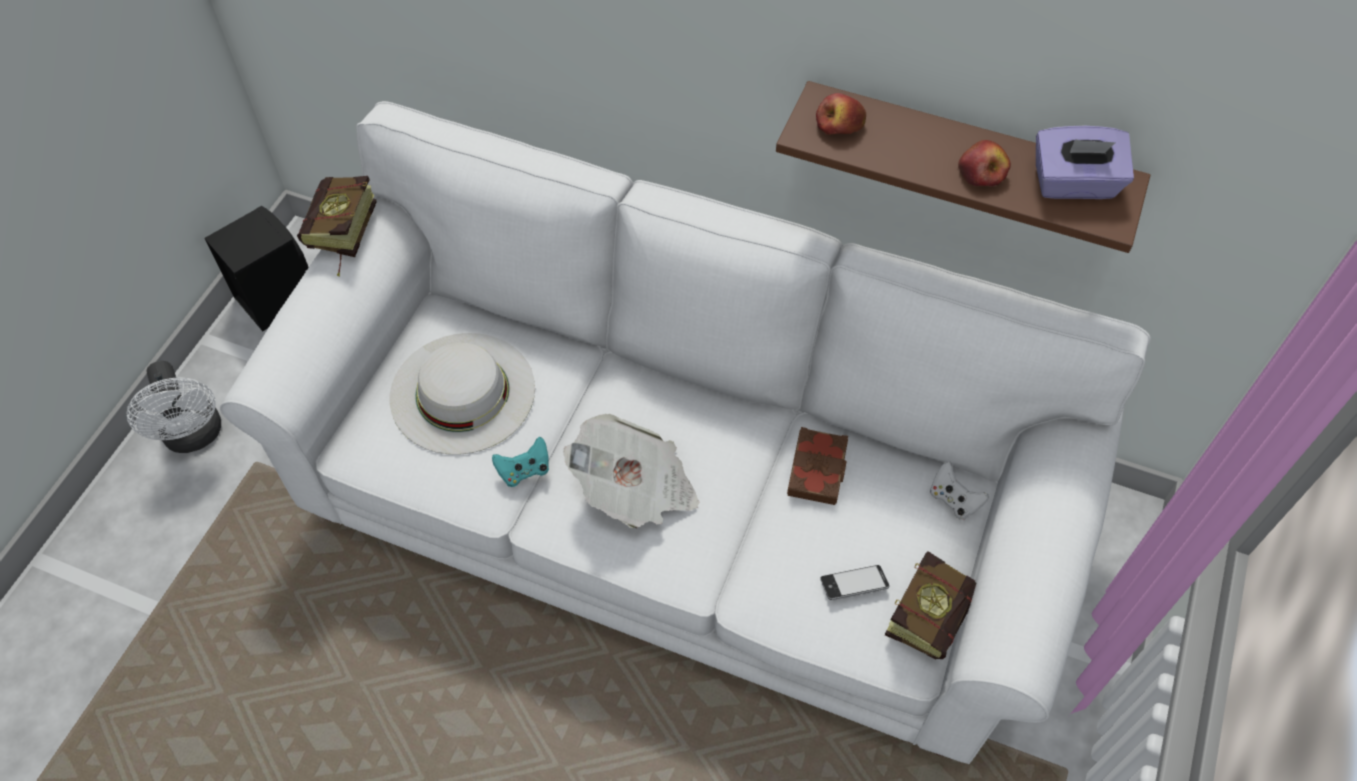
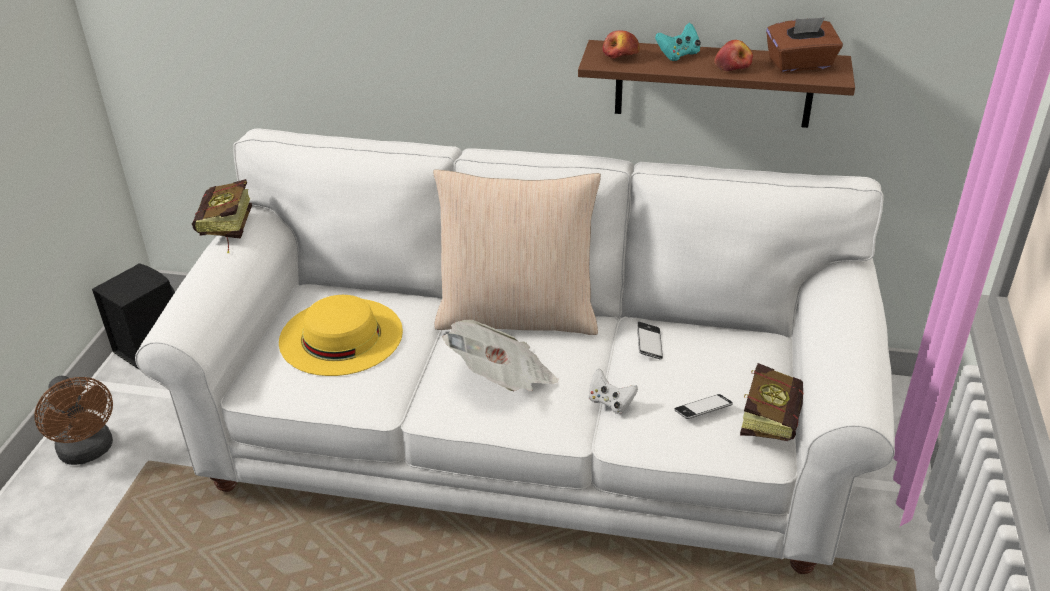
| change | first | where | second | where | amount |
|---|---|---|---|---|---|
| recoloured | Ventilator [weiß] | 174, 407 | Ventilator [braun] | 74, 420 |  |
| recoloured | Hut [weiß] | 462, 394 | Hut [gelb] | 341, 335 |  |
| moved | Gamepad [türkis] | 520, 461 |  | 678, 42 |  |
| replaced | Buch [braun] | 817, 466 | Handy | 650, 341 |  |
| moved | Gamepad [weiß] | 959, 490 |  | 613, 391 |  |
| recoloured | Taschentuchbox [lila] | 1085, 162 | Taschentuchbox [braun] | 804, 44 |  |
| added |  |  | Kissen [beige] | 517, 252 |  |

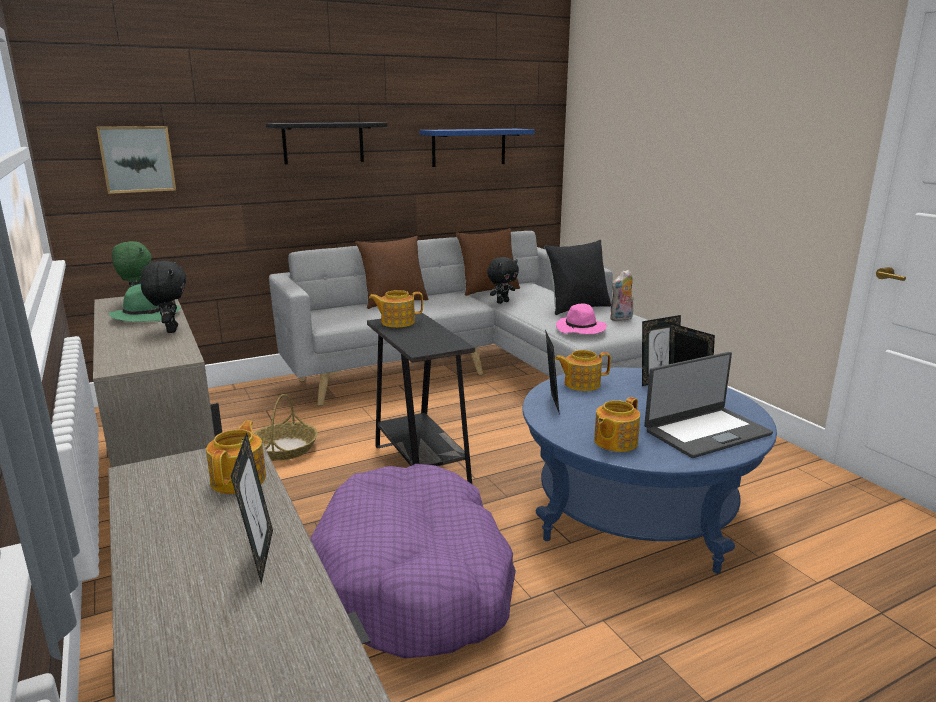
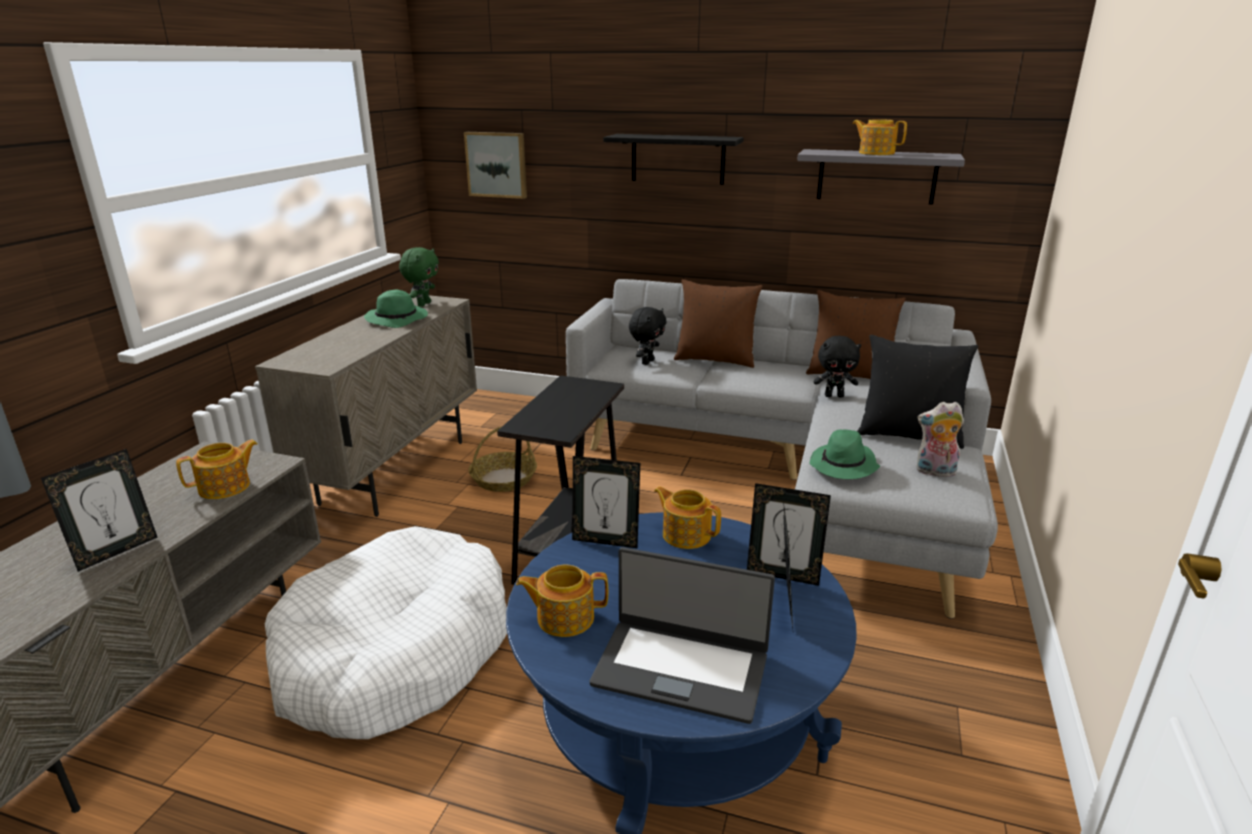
| change | first | where | second | where | amount |
|---|---|---|---|---|---|
| moved | Plüschtier [schwarz] | 164, 297 |  | 648, 336 |  |
| recoloured | Hundebett [lila] | 413, 561 | Hundebett [weiß] | 386, 632 |  |
| moved | Teekanne | 396, 308 |  | 879, 137 |  |
| recoloured | Wandregal [blau] | 477, 148 | Wandregal [grau] | 881, 177 |  |
| turned | Bilderrahmen | 552, 372 |  | 606, 502 | 60 degrees clockwise |
| recoloured | Hut [rosa] | 581, 319 | Hut [grün] | 845, 454 |  |

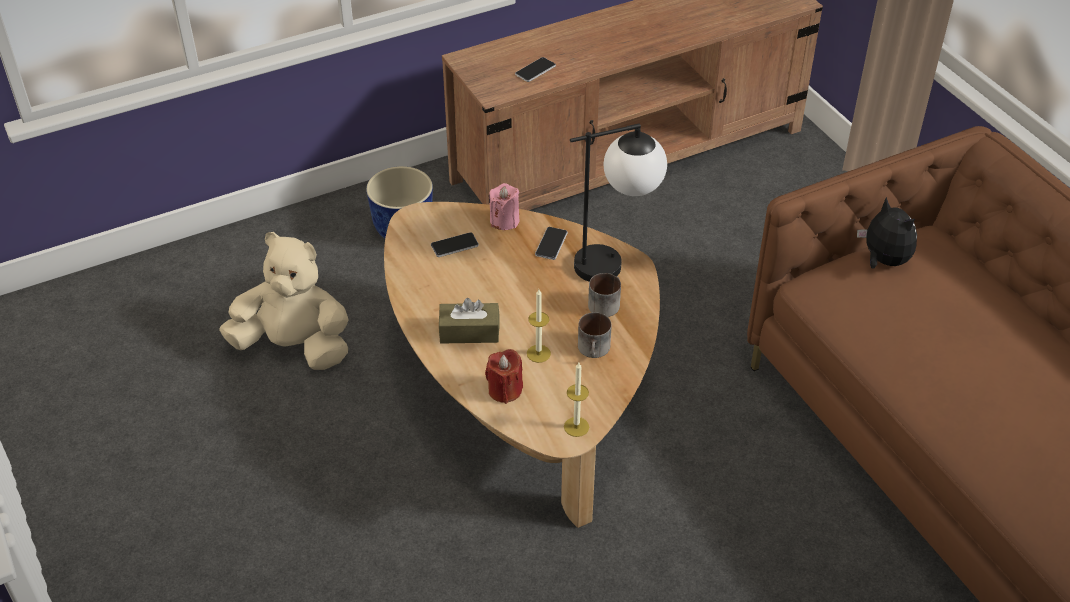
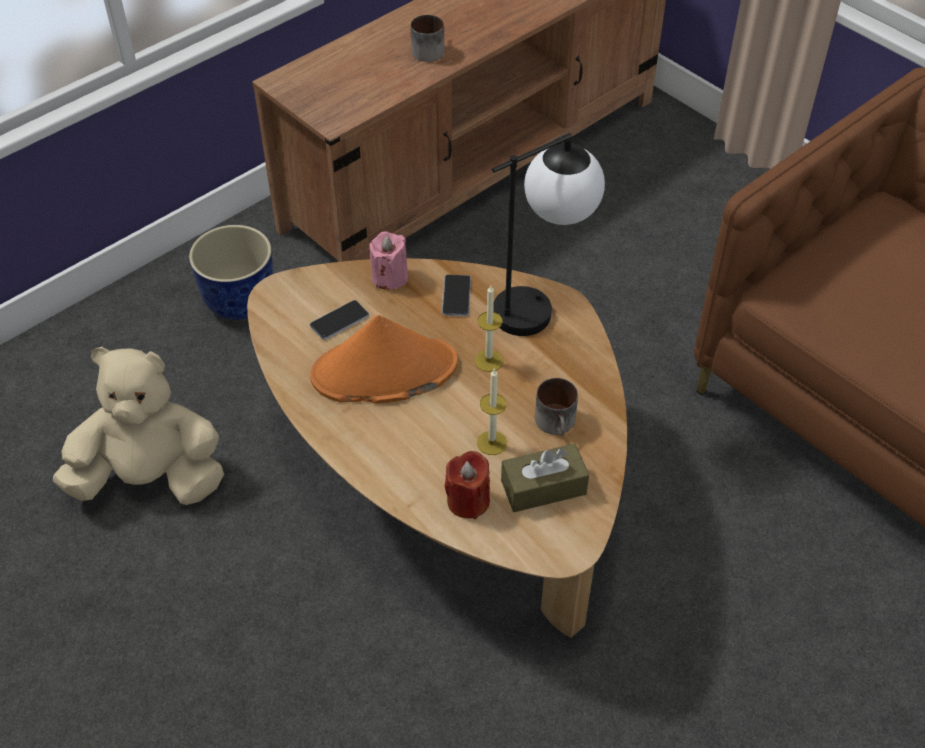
| change | first | where | second | where | amount |
|---|---|---|---|---|---|
| moved | Taschentuchbox [braun] | 469, 321 |  | 545, 478 |  |
| removed | Handy | 535, 69 |  |  |  |
| moved | Kerze | 576, 400 |  | 489, 328 |  |
| moved | Henkelbecher | 604, 295 |  | 427, 38 |  |
| removed | Plüschtier | 887, 233 |  |  |  |
| added |  |  | Hut [orange] | 384, 359 |  |

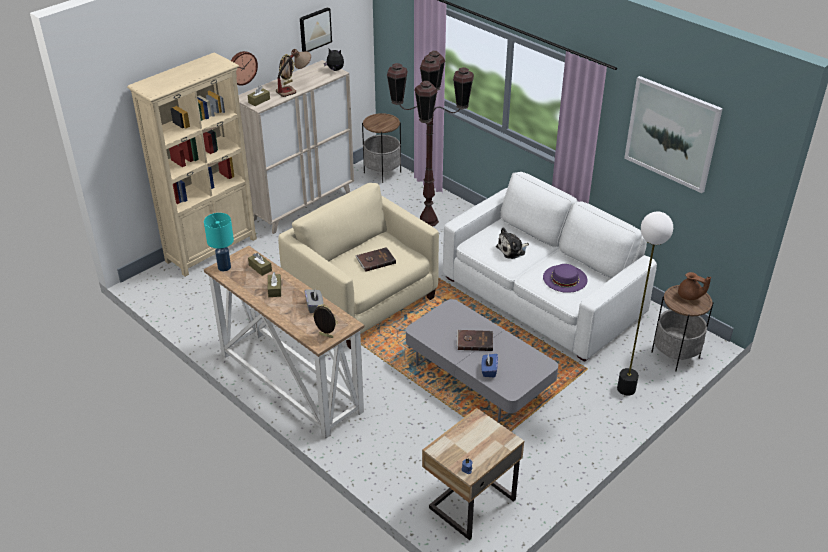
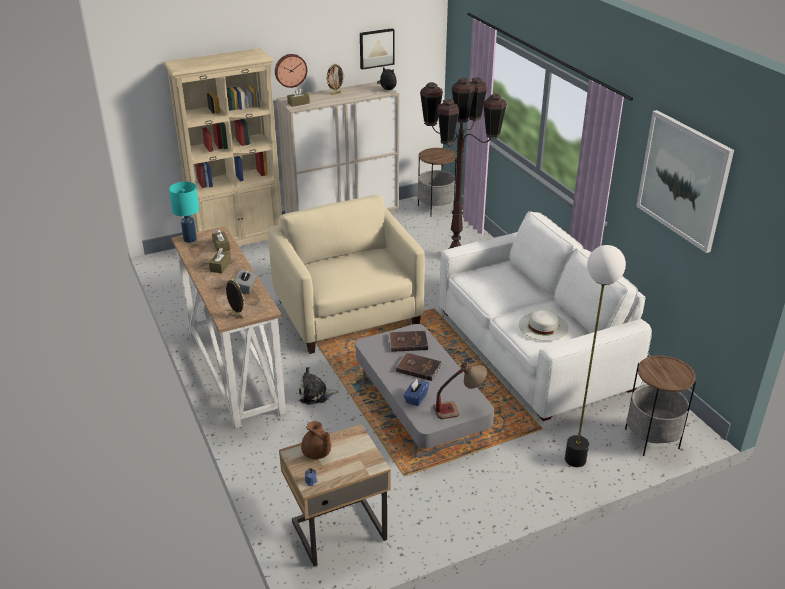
| change | first | where | second | where | amount |
|---|---|---|---|---|---|
| moved | Tischlampe | 293, 73 |  | 460, 390 |  |
| moved | Buch [braun] | 375, 259 |  | 408, 341 |  |
| moved | Plüschtier | 512, 243 |  | 319, 386 |  |
| recoloured | Hut [lila] | 565, 278 | Hut [weiß] | 544, 325 |  |
| moved | Teekanne [braun] | 694, 286 |  | 316, 440 |  |

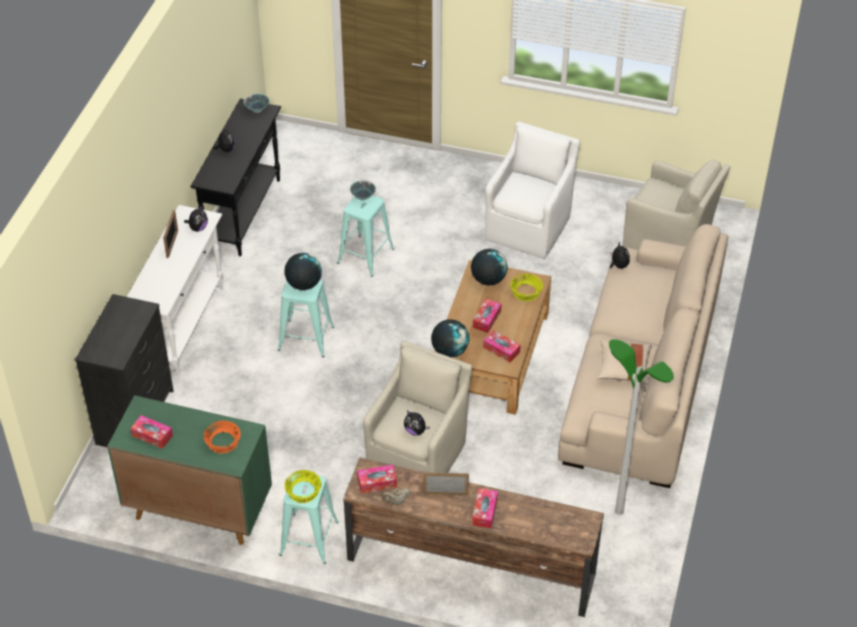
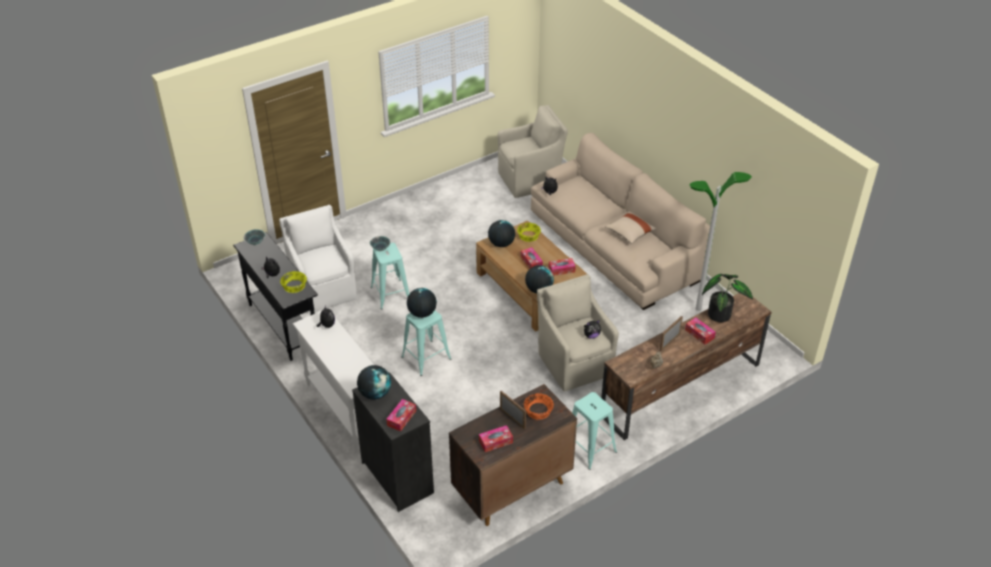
| change | first | where | second | where | amount |
|---|---|---|---|---|---|
| recoloured | Schrank [grün] | 189, 470 | Schrank [braun] | 513, 455 |  |
| moved | Bilderrahmen | 170, 234 |  | 513, 410 |  |
| moved | Schüssel [gelb] | 302, 486 |  | 293, 282 |  |
| moved | Taschentuchbox | 377, 479 |  | 401, 415 |  |
| moved | Sessel [weiß] | 532, 190 |  | 318, 259 |  |
| added |  |  | Globus | 374, 382 |  |
| added |  |  | Topfpflanze | 727, 298 |  |

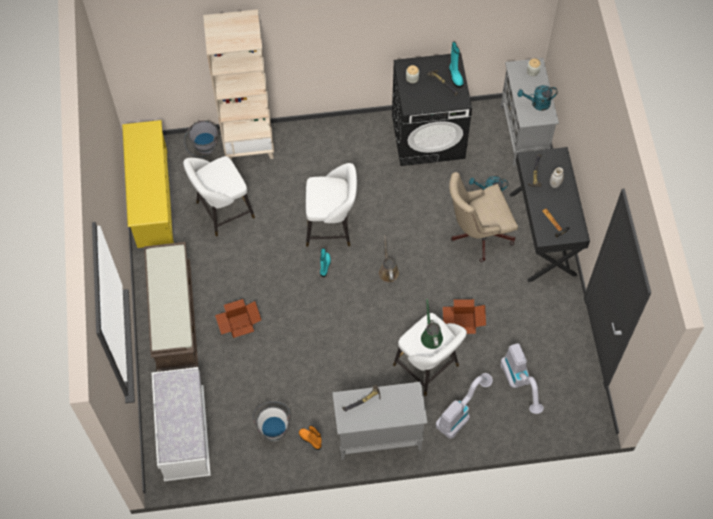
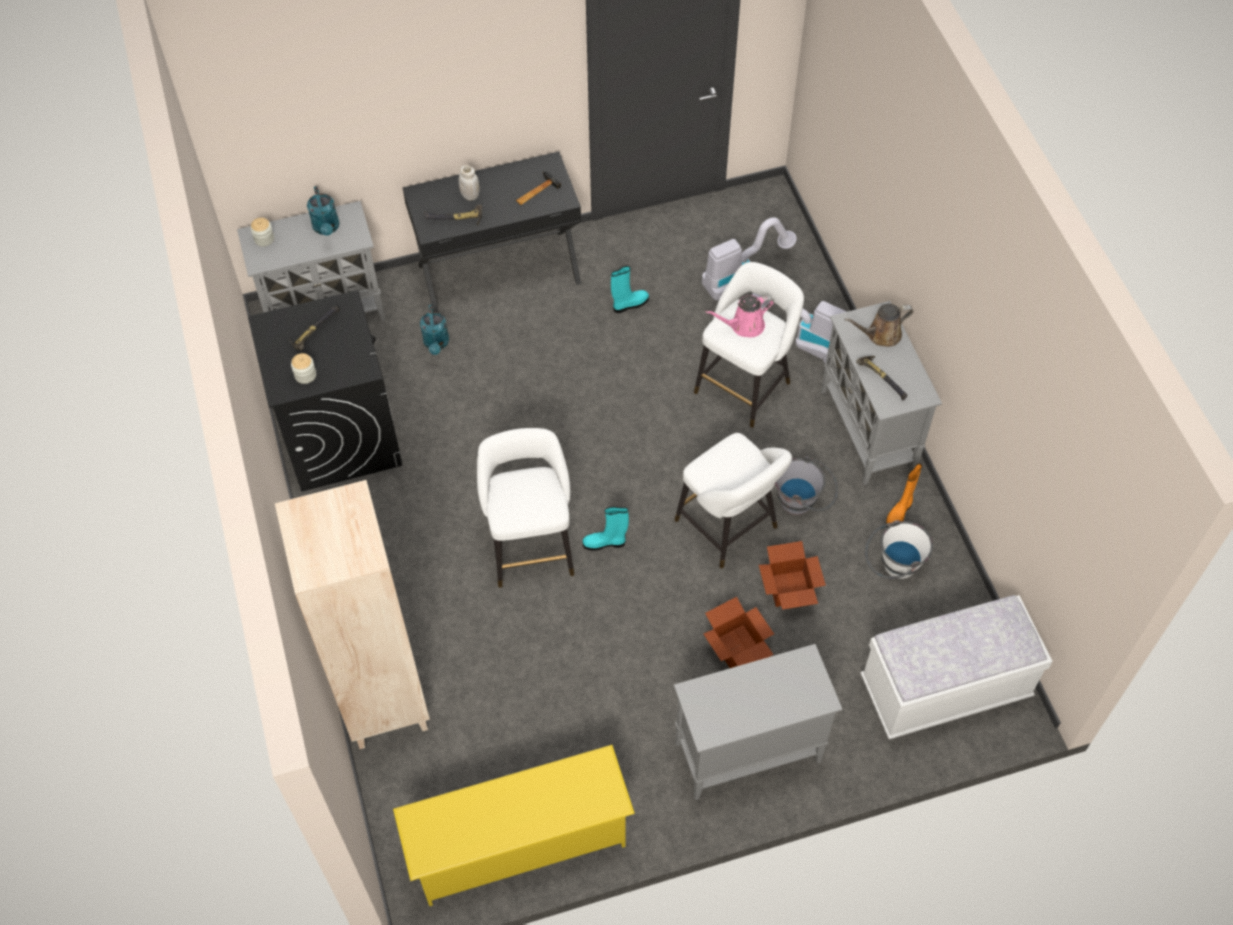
| change | first | where | second | where | amount |
|---|---|---|---|---|---|
| replaced | Bank [braun] | 171, 307 | Schrank [grau] | 758, 722 |  |
| moved | Hocker [weiß] | 219, 196 |  | 733, 500 |  |
| moved | Eimer [grau] | 201, 139 |  | 806, 485 |  |
| moved | Gießkanne [braun] | 389, 259 |  | 879, 325 |  |
| recoloured | Gießkanne [grün] | 432, 323 | Gießkanne [rosa] | 740, 316 |  |
| moved | Karton | 464, 316 |  | 792, 575 |  |
| moved | Stiefel [türkis] | 456, 65 |  | 630, 289 |  |
| removed | Bürostuhl [beige] | 483, 217 |  |  |  |

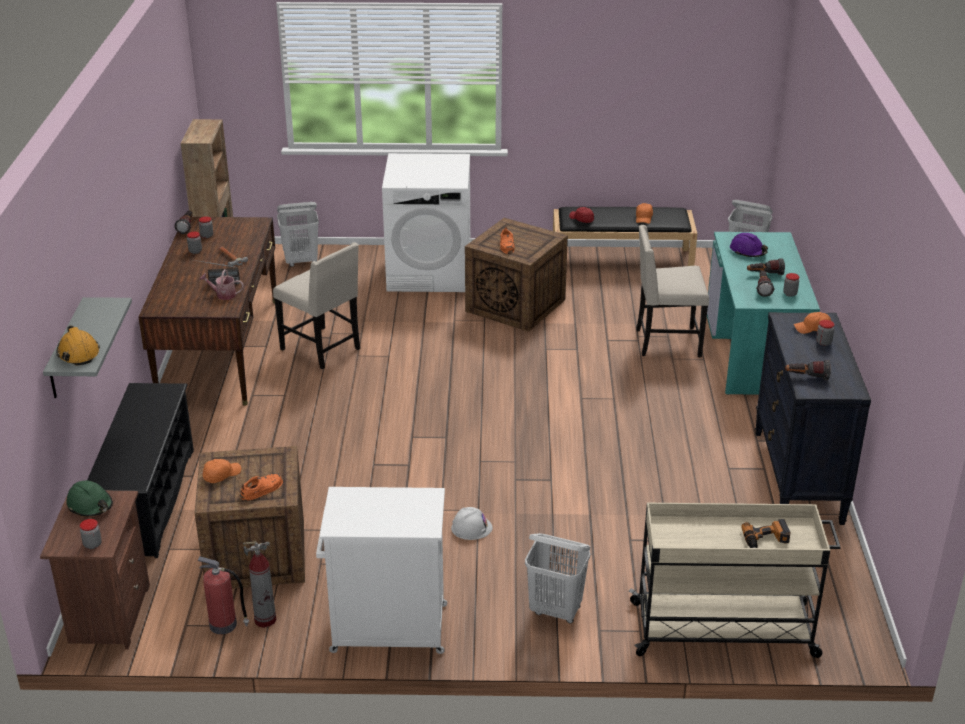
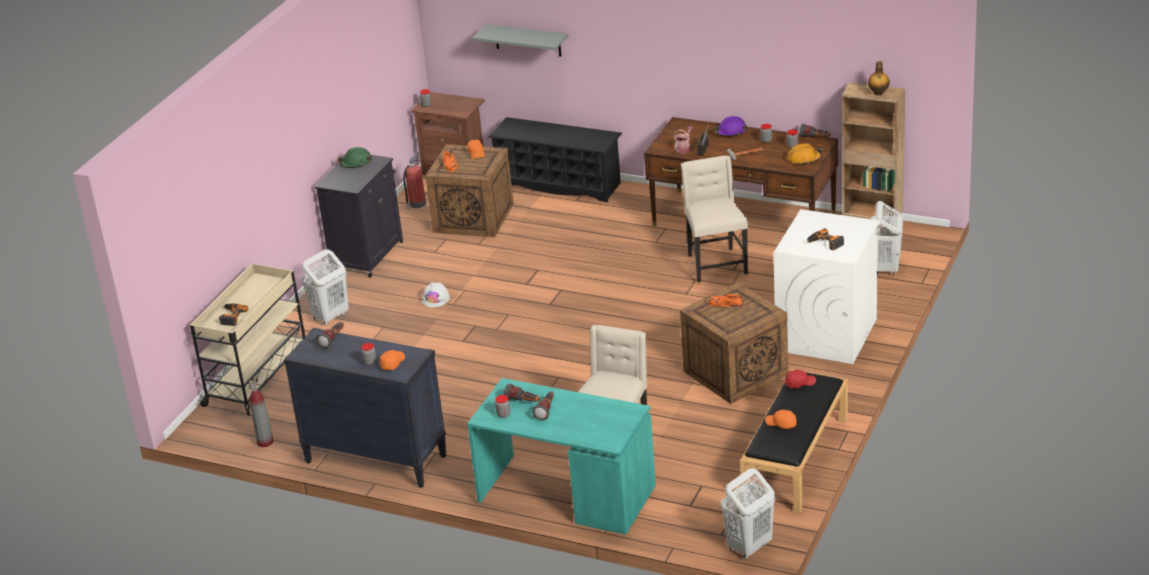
| change | first | where | second | where | amount |
|---|---|---|---|---|---|
| moved | Schutzhelm [orange] | 78, 345 |  | 805, 154 |  |
| moved | Schutzhelm [grün] | 89, 498 |  | 354, 157 |  |
| moved | Feuerlöscher | 259, 584 |  | 261, 411 |  |
| turned | Stuhl [beige] | 316, 306 |  | 714, 219 | 105 degrees clockwise |
| recoloured | Schrank [weiß] | 381, 570 | Schrank [schwarz] | 358, 216 |  |
| moved | Schutzhelm [lila] | 749, 245 |  | 730, 126 |  |
| added |  |  | Bohrmaschine | 825, 239 |  |
| added |  |  | Flasche | 879, 78 |  |

